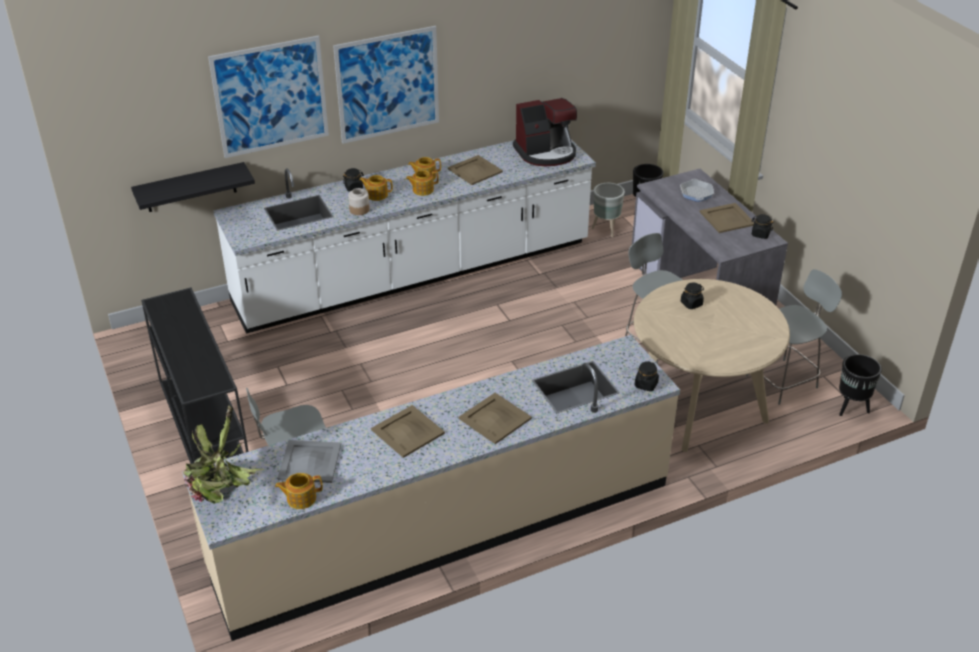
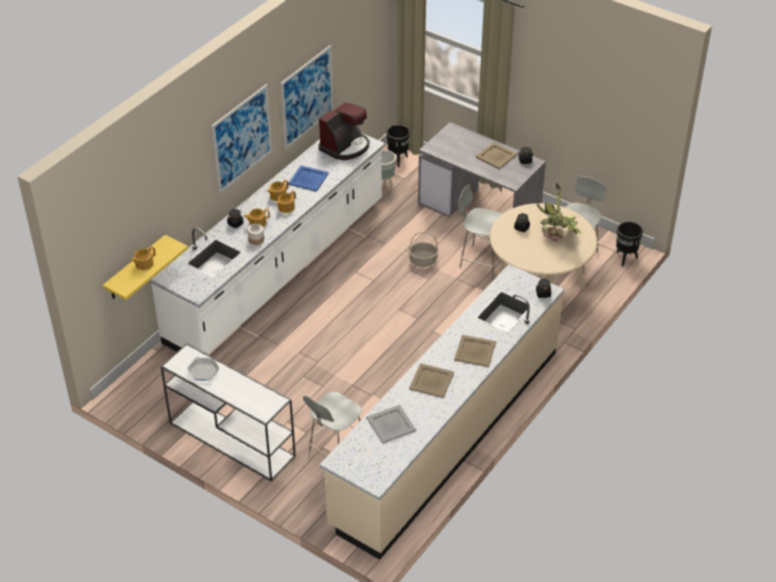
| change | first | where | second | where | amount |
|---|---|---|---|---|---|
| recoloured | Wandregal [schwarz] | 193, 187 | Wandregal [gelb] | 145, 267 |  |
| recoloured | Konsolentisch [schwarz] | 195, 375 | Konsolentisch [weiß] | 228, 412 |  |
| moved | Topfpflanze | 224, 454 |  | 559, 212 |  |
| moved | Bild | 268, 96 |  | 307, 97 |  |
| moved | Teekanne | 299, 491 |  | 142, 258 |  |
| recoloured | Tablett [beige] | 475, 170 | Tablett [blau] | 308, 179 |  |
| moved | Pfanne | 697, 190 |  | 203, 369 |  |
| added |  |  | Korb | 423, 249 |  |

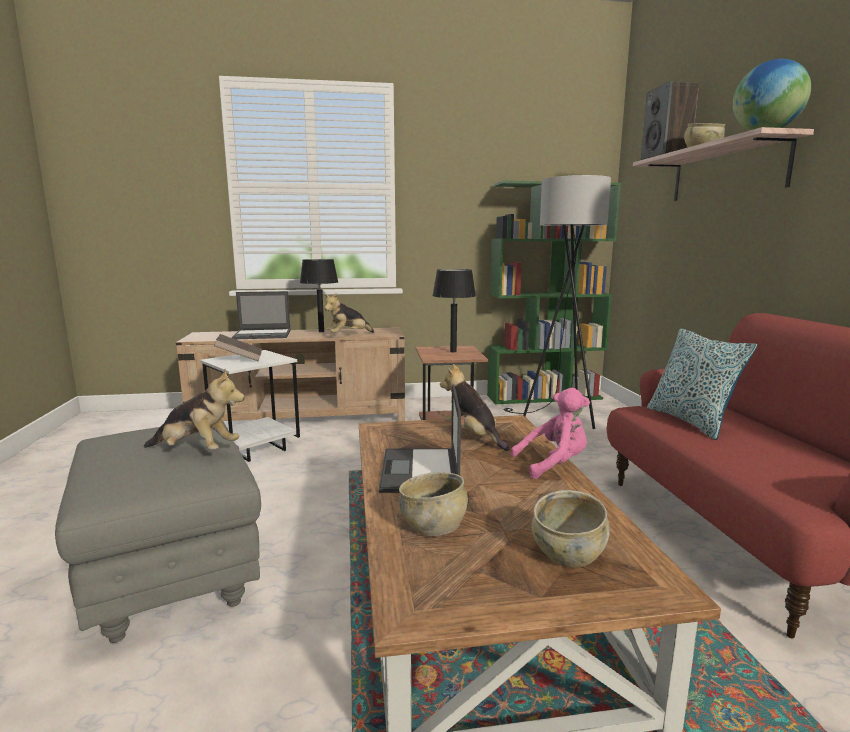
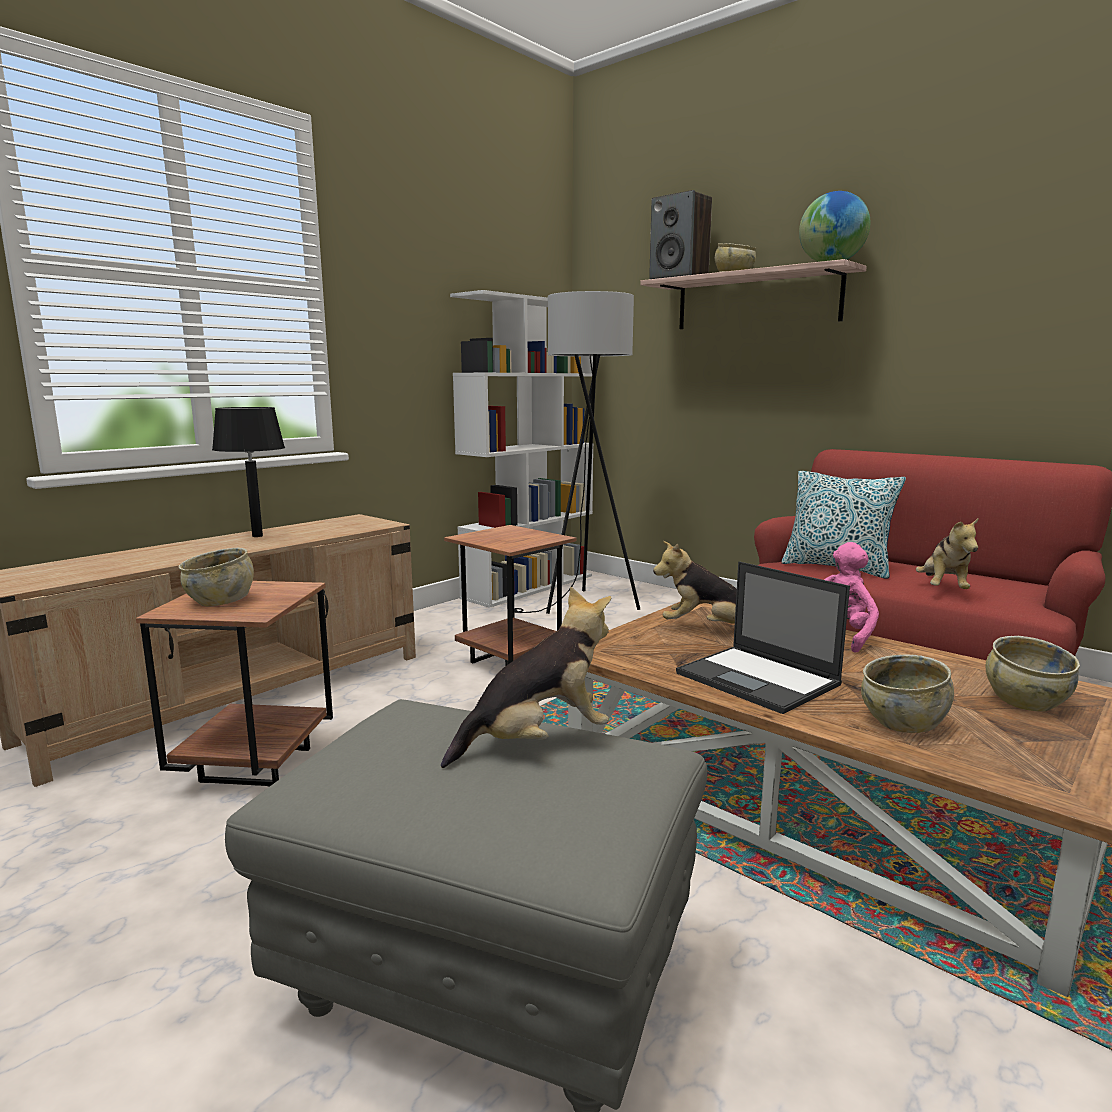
| change | first | where | second | where | amount |
|---|---|---|---|---|---|
| recoloured | Beistelltisch [weiß] | 250, 406 | Beistelltisch [braun] | 234, 683 |  |
| replaced | Buch [braun] | 238, 347 | Schüssel [beige] | 216, 576 |  |
| removed | Laptop | 261, 315 |  |  |  |
| moved | Plüschtier | 349, 313 |  | 947, 553 |  |
| removed | Tischlampe [schwarz] | 454, 311 |  |  |  |
| recoloured | Bücherregal [grün] | 554, 292 | Bücherregal [weiß] | 521, 449 |  |

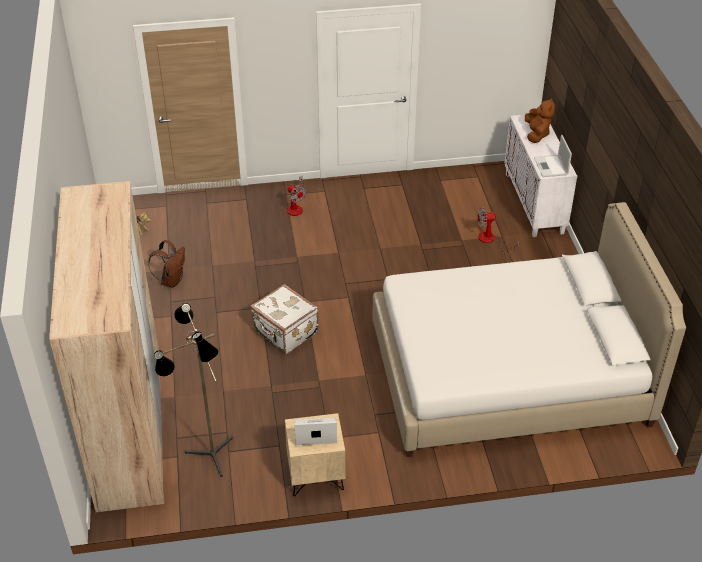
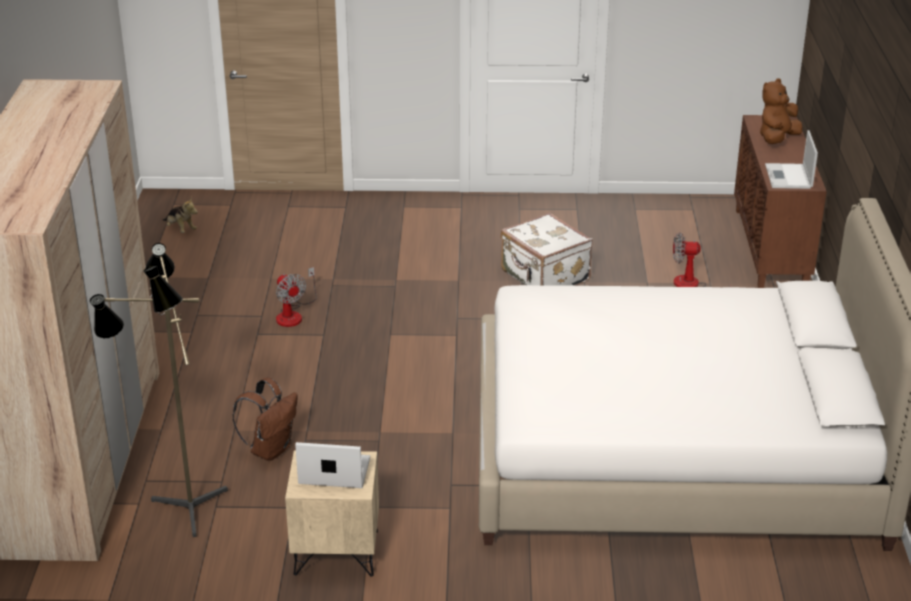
| change | first | where | second | where | amount |
|---|---|---|---|---|---|
| moved | Rucksack [braun] | 166, 264 |  | 265, 419 |  |
| moved | Koffer [weiß] | 284, 319 |  | 547, 249 |  |
| moved | Ventilator | 296, 195 |  | 296, 297 |  |
| recoloured | Schrank [weiß] | 540, 175 | Schrank [braun] | 780, 201 |  |
| turned | Plüschtier [braun] | 540, 120 |  | 781, 111 | 150 degrees counterclockwise |

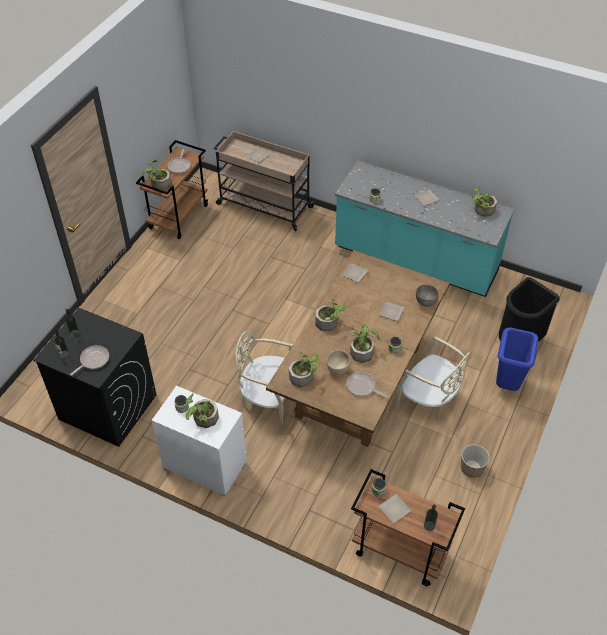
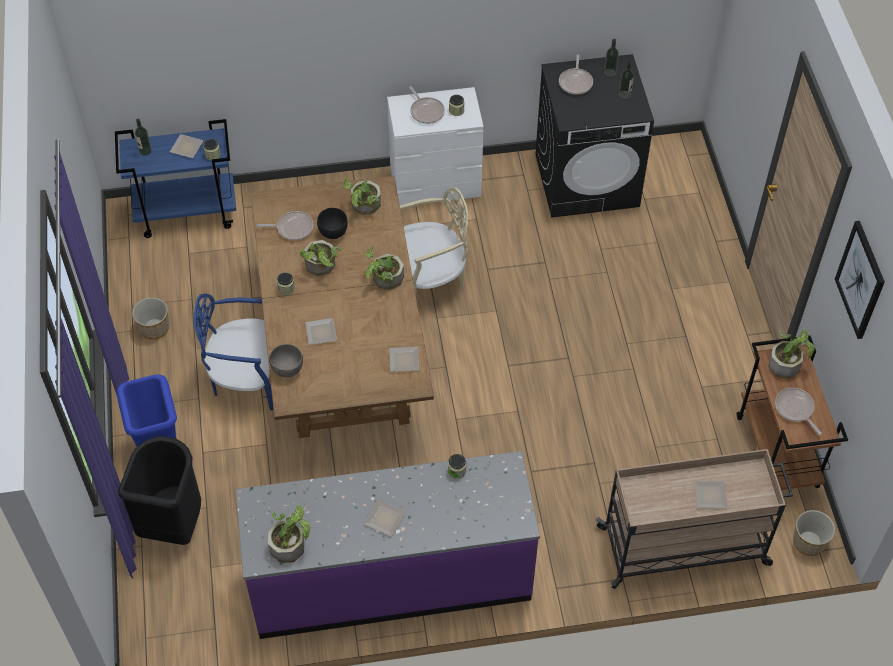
| change | first | where | second | where | amount |
|---|---|---|---|---|---|
| replaced | Topfpflanze | 202, 410 | Pfanne | 427, 105 |  |
| recoloured | Schüssel [beige] | 338, 362 | Schüssel [schwarz] | 332, 223 |  |
| recoloured | Küchenzeile [türkis] | 425, 229 | Küchenzeile [lila] | 388, 545 |  |
| recoloured | Rollwagen [braun] | 408, 527 | Rollwagen [blau] | 175, 178 |  |
| recoloured | Stuhl [beige] | 433, 378 | Stuhl [blau] | 233, 351 |  |
| added |  |  | Pflanzkübel | 814, 533 |  |
| added |  |  | Bild | 860, 280 |  |

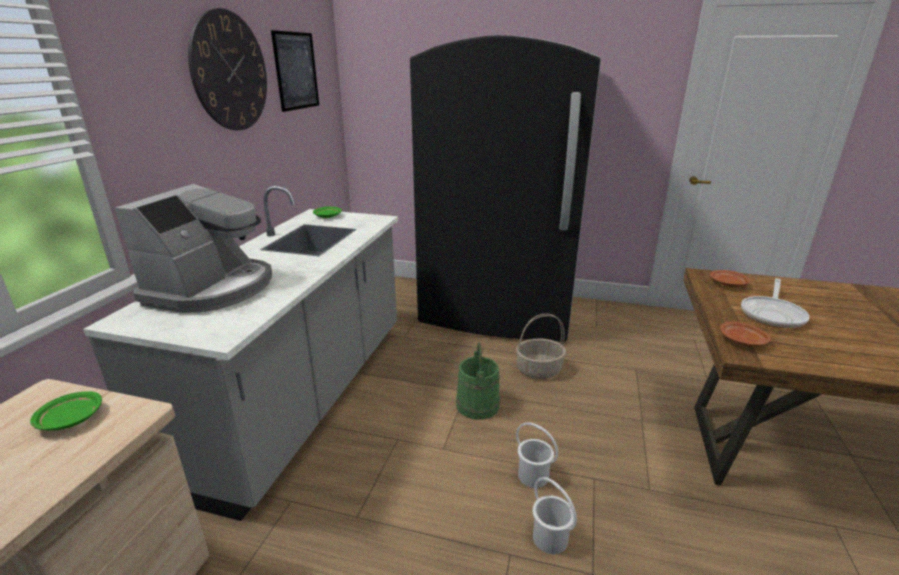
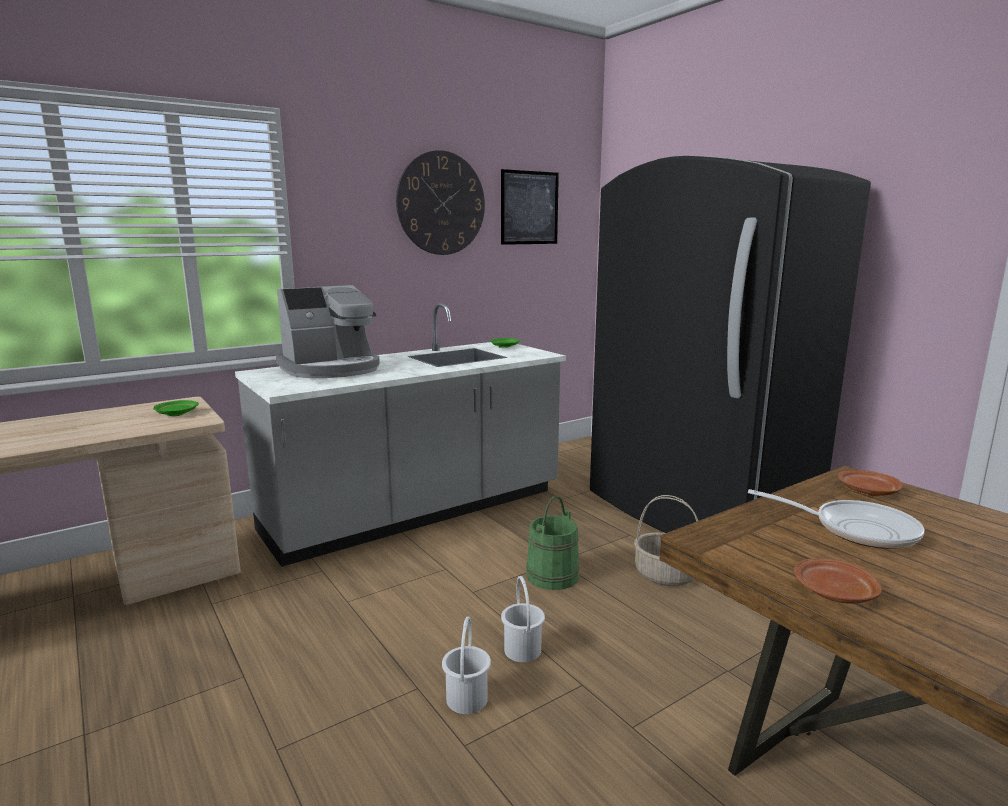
| change | first | where | second | where | amount |
|---|---|---|---|---|---|
| moved | Teller [braun] | 745, 334 |  | 838, 580 |  |
| turned | Pfanne | 775, 303 |  | 836, 519 | 135 degrees counterclockwise |

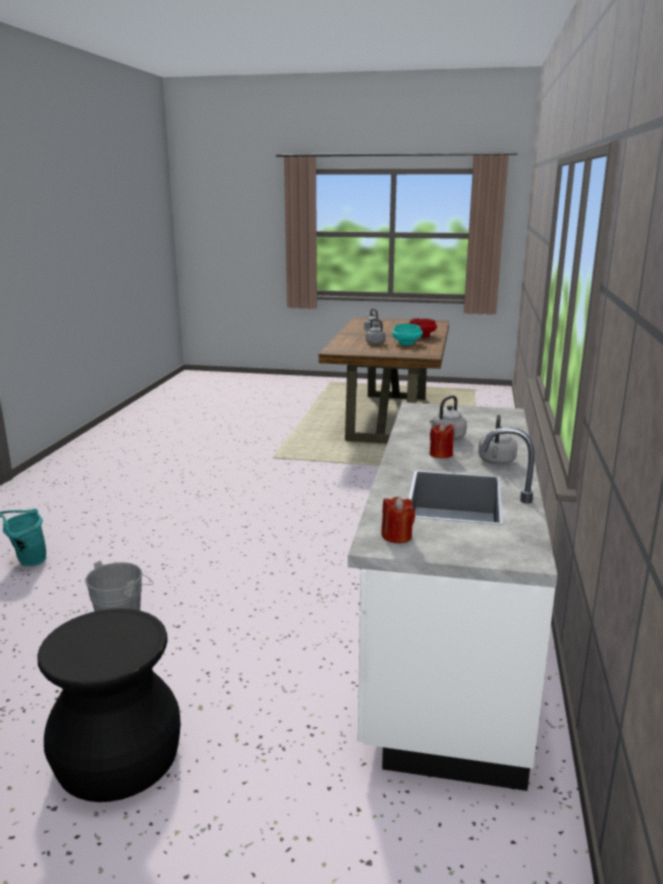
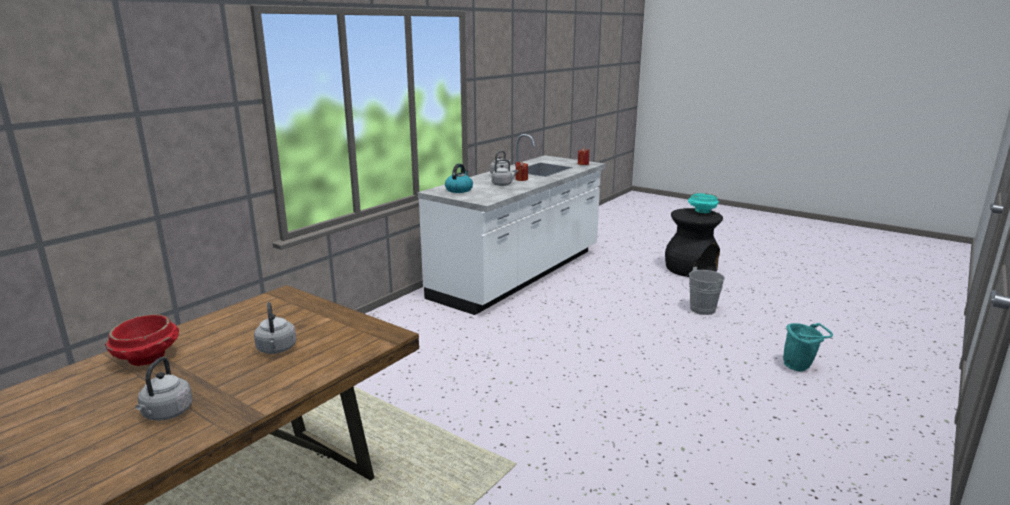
| change | first | where | second | where | amount |
|---|---|---|---|---|---|
| moved | Schüssel [türkis] | 407, 334 |  | 703, 203 |  |
| added |  |  | Wasserkessel | 459, 178 |  |

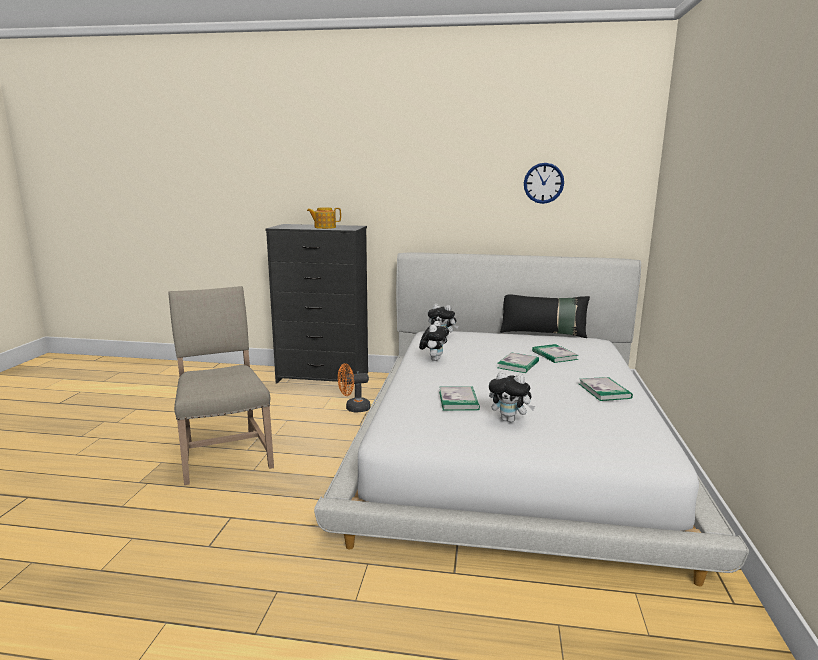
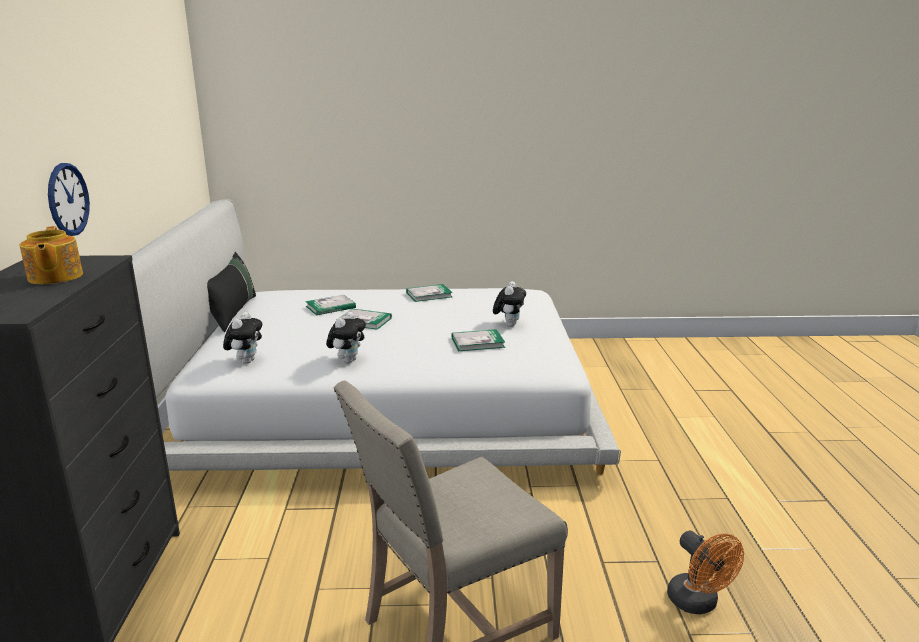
| change | first | where | second | where | amount |
|---|---|---|---|---|---|
| moved | Ventilator [orange] | 354, 387 |  | 705, 572 |  |
| turned | Plüschtier | 434, 341 |  | 346, 337 | 105 degrees clockwise |
| moved | Wanduhr | 544, 183 |  | 69, 199 |  |

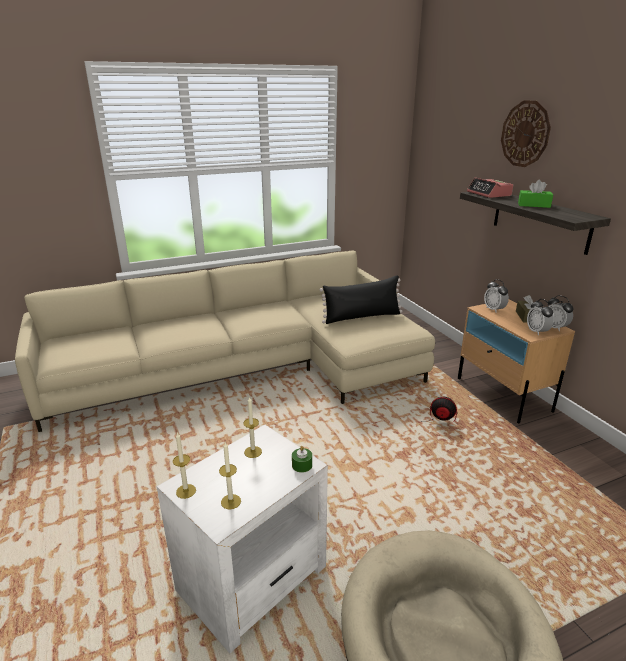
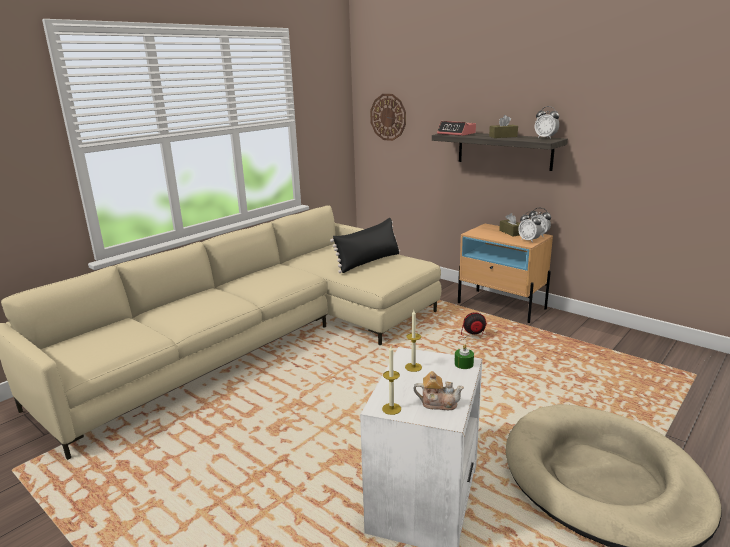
| change | first | where | second | where | amount |
|---|---|---|---|---|---|
| replaced | Kerze | 230, 476 | Teekanne | 439, 390 |  |
| moved | Wecker | 496, 295 |  | 547, 122 |  |
| moved | Wanduhr | 526, 133 |  | 388, 117 |  |
| recoloured | Taschentuchbox [grün] | 535, 194 | Taschentuchbox [braun] | 503, 126 |  |

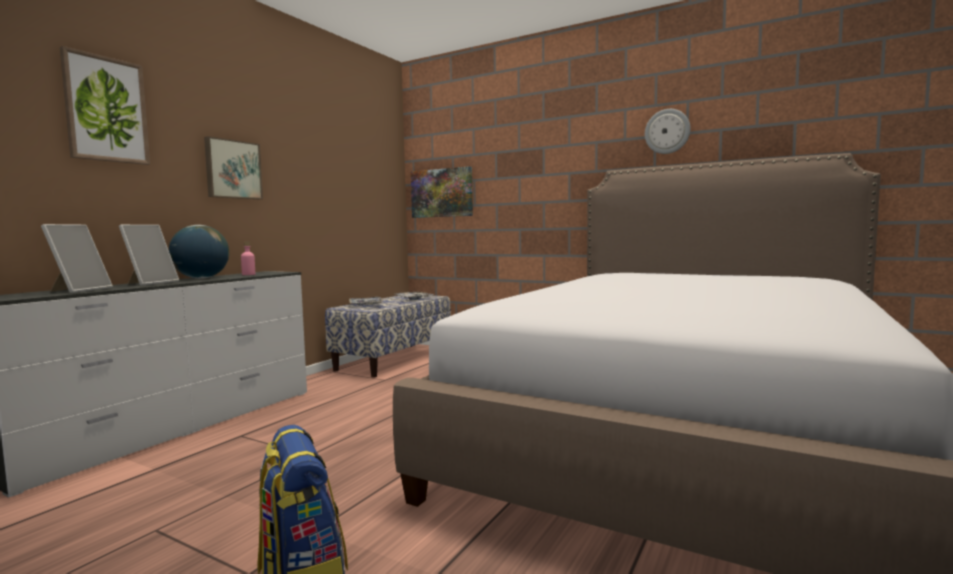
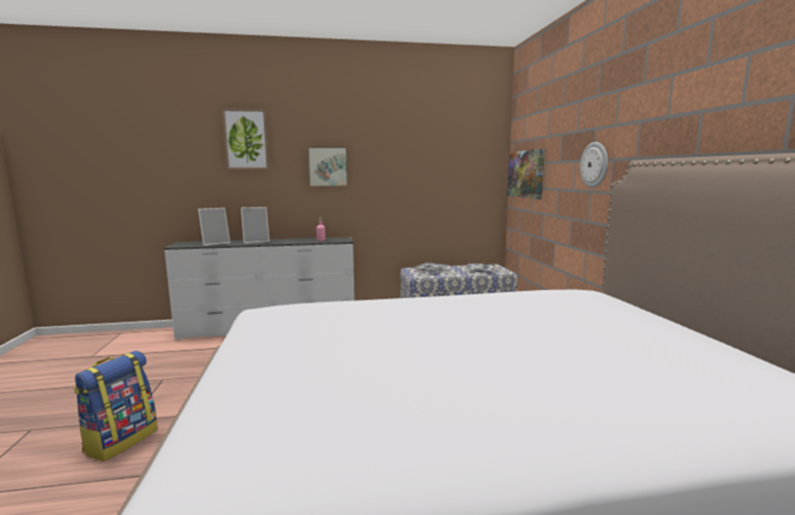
| change | first | where | second | where | amount |
|---|---|---|---|---|---|
| removed | Globus | 199, 252 |  |  |  |
| moved | Wanduhr | 668, 131 |  | 594, 165 |  |

